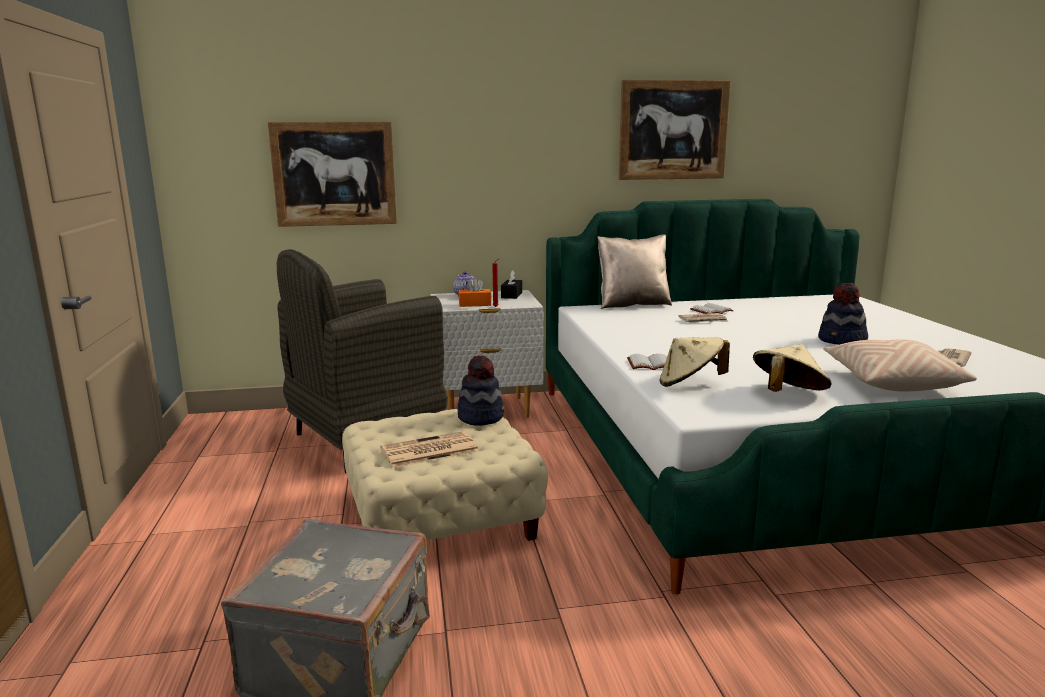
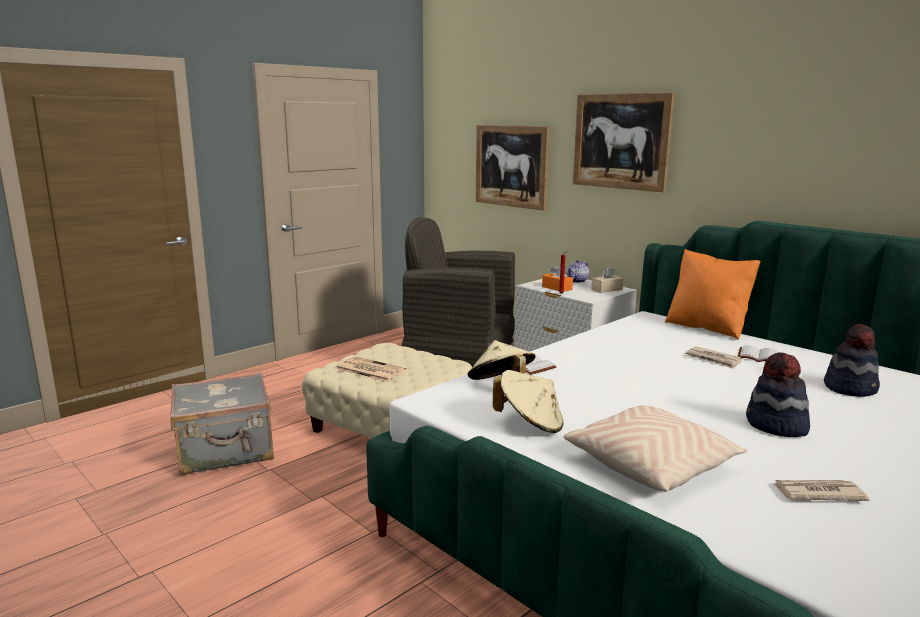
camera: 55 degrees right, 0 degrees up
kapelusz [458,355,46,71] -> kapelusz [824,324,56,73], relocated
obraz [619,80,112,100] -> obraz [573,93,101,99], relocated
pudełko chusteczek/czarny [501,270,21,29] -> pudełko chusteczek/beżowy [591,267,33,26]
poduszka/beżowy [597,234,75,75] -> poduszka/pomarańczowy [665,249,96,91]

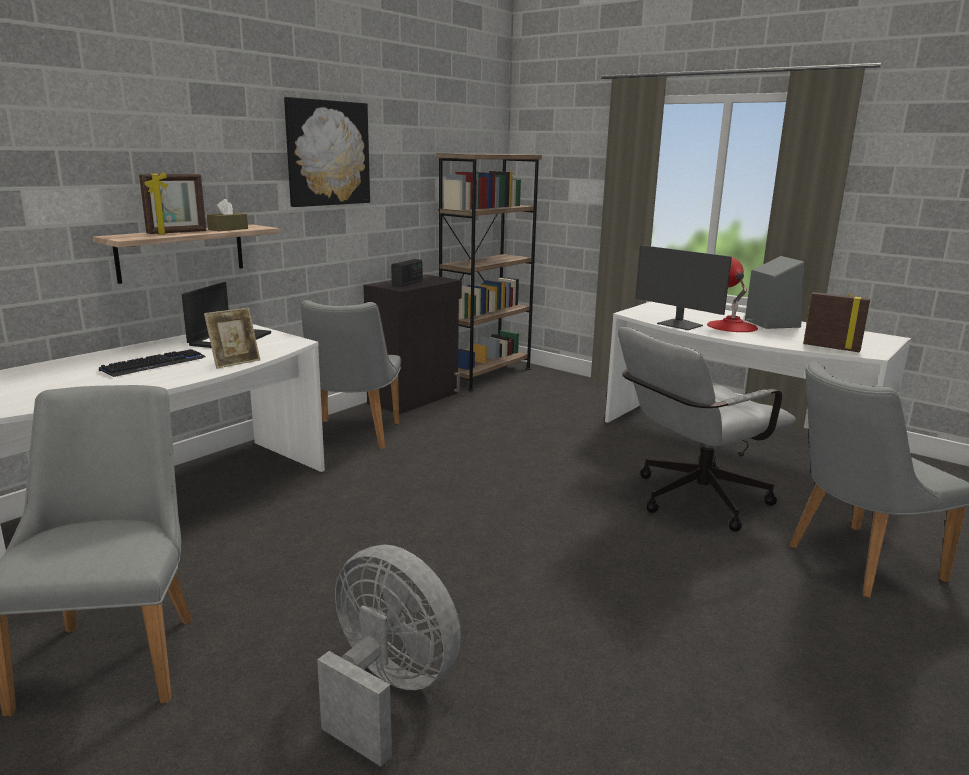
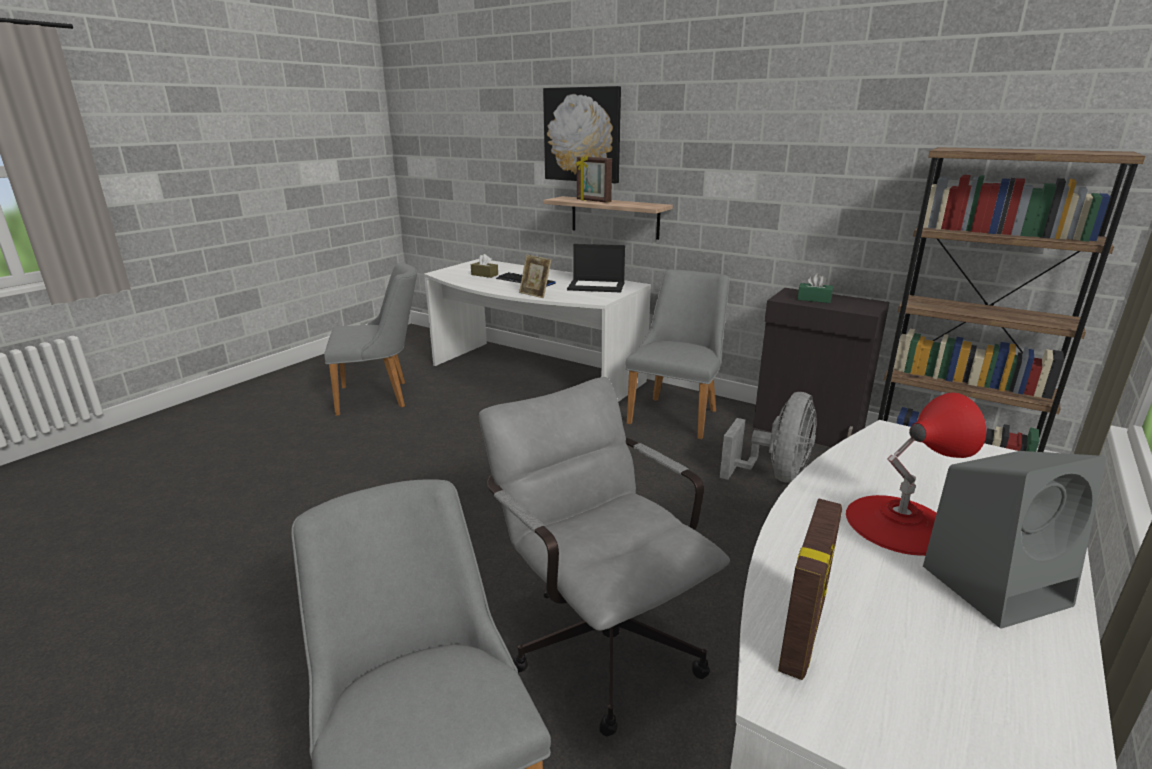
camera: 85 degrees right, 5 degrees up
monitor [635,245,97,85] -> none
pudełko chusteczek/brązowy [207,199,41,32] -> pudełko chusteczek/brązowy [471,254,27,24], relocated
obraz [284,97,86,110] -> obraz [543,86,78,97], relocated
wentylator/szary [317,545,144,222] -> wentylator/szary [720,392,97,91], relocated
radio [391,259,32,28] -> pudełko chusteczek/zielony [797,274,36,29]
krzesło/szary [300,300,101,149] -> krzesło/szary [626,269,104,170], 120 degrees clockwise

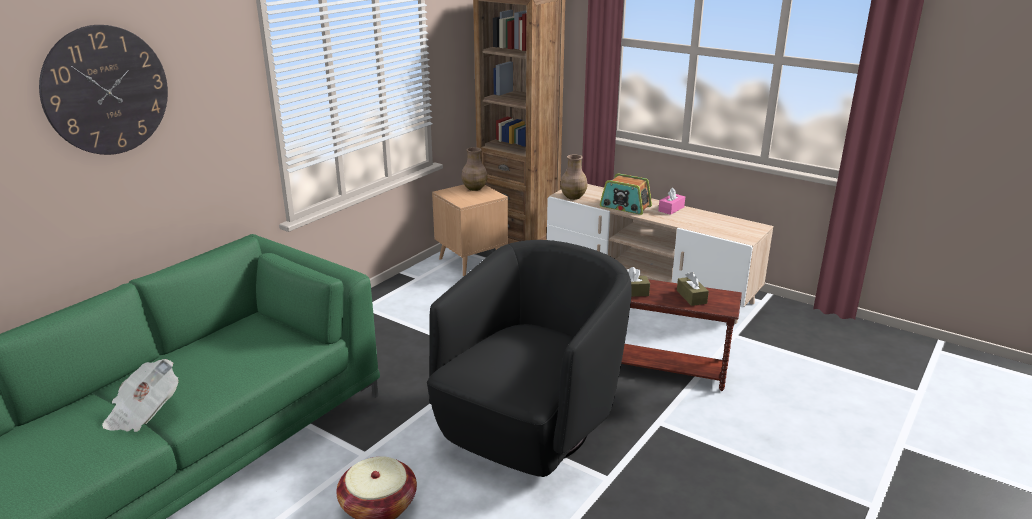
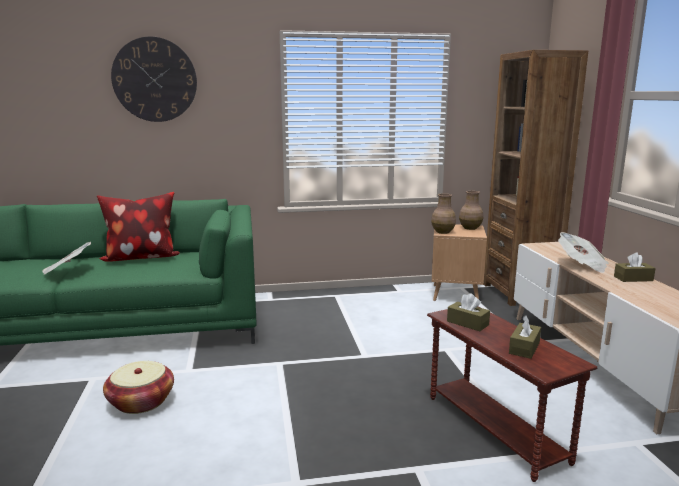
camera: 45 degrees right, 10 degrees down
fotel/czarny [427,240,205,237] -> none
none -> poduszka [97,192,83,70]
wazon/brązowy [560,155,27,45] -> wazon/brązowy [431,194,25,40], relocated
radio [600,173,52,42] -> gazeta [558,232,51,41]
pudełko chusteczek/różowy [658,187,27,28] -> pudełko chusteczek/brązowy [614,252,42,30]

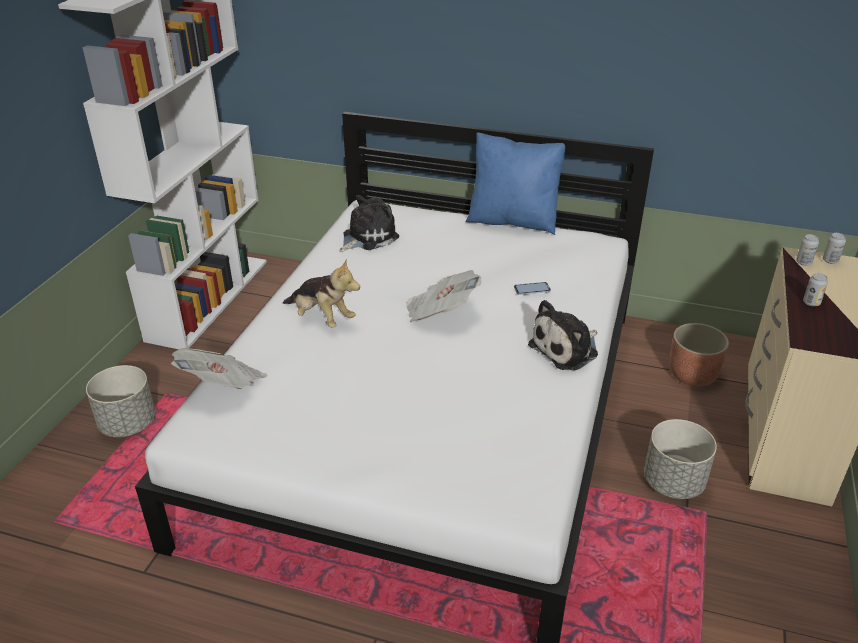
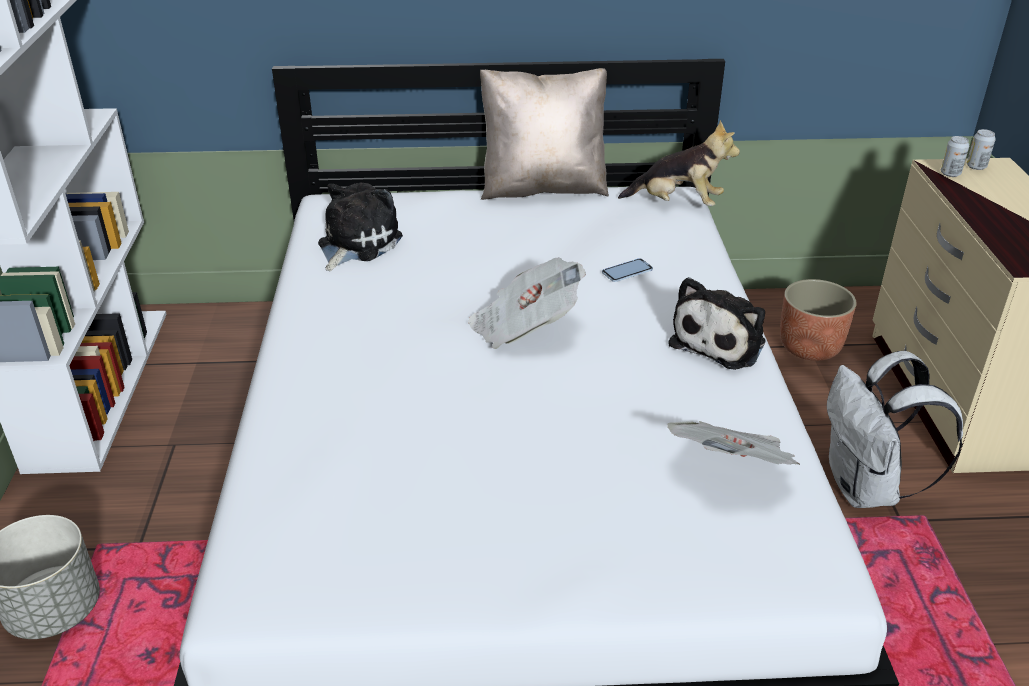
camera: 20 degrees left, 0 degrees up
puszka [803,273,25,34] -> none
gazeta [171,348,96,41] -> gazeta [667,421,133,44], relocated
pluszak [283,259,77,69] -> pluszak [618,120,122,86], relocated
donica/szary [644,419,73,80] -> plecak/biały [827,351,136,157]
poduszka/niebieski [466,132,99,103] -> poduszka/beżowy [480,68,129,132]

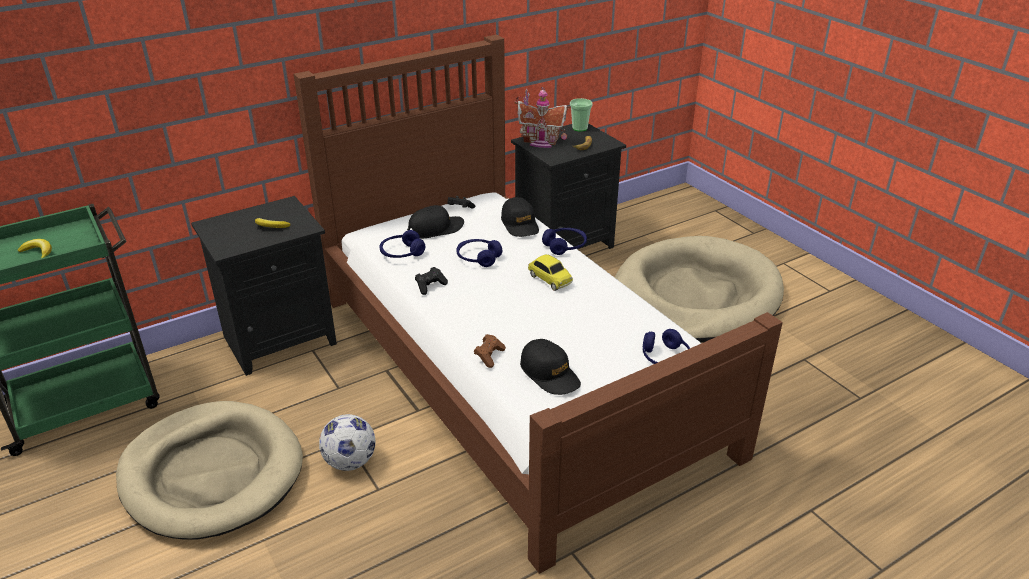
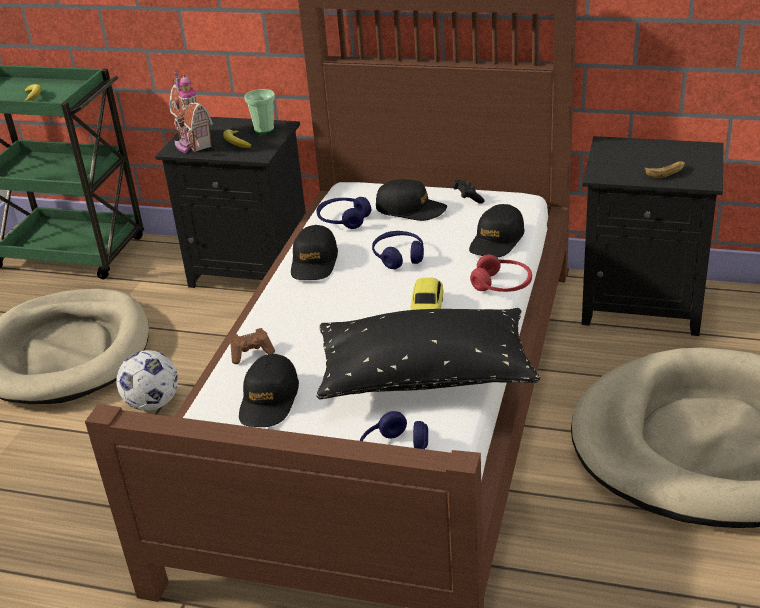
camera: 50 degrees right, 0 degrees up
none -> poduszka/czarny [316,308,224,91]
domek [514,88,57,60] -> domek [170,70,43,83], relocated
filiżanka [570,98,23,34] -> filiżanka [244,89,31,44], relocated
pad do gier/czarny [415,267,33,28] -> czapka z daszkiem/czarny [291,225,47,55]
słuchawki/niebieski [542,228,45,27] -> słuchawki/czerwony [470,254,62,38]

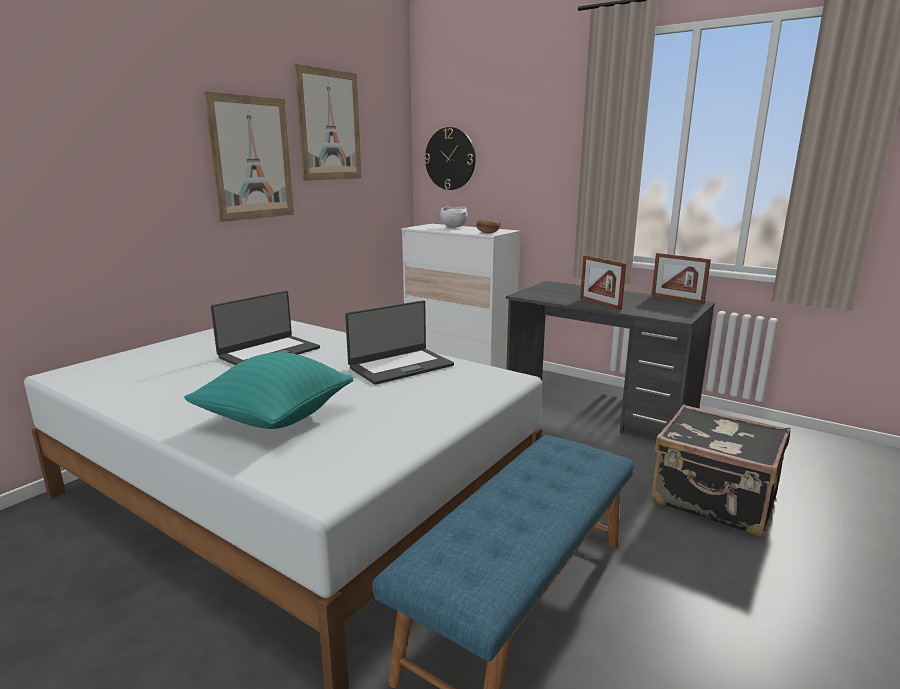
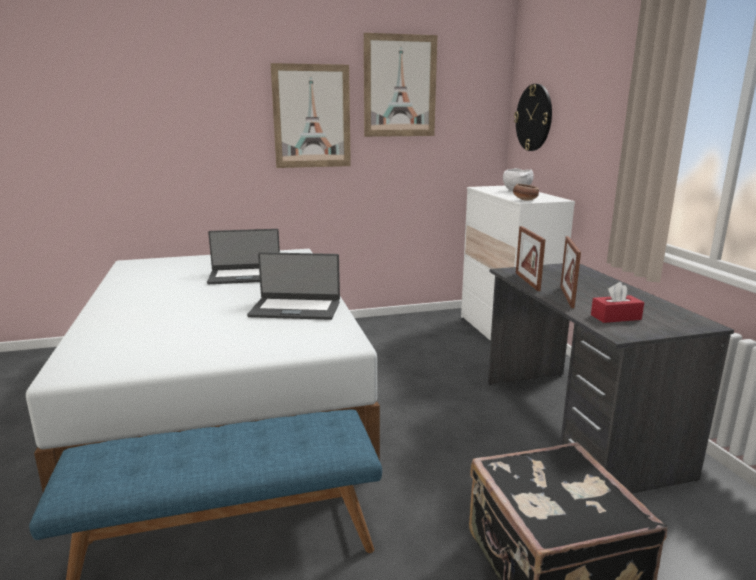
camera: 40 degrees right, 0 degrees up
poduszka/turkusowy [184,353,170,76] -> none
none -> pudełko chusteczek/czerwony [591,282,53,41]
ramka na zdjęcie [651,253,60,51] -> ramka na zdjęcie [516,226,29,65], relocated

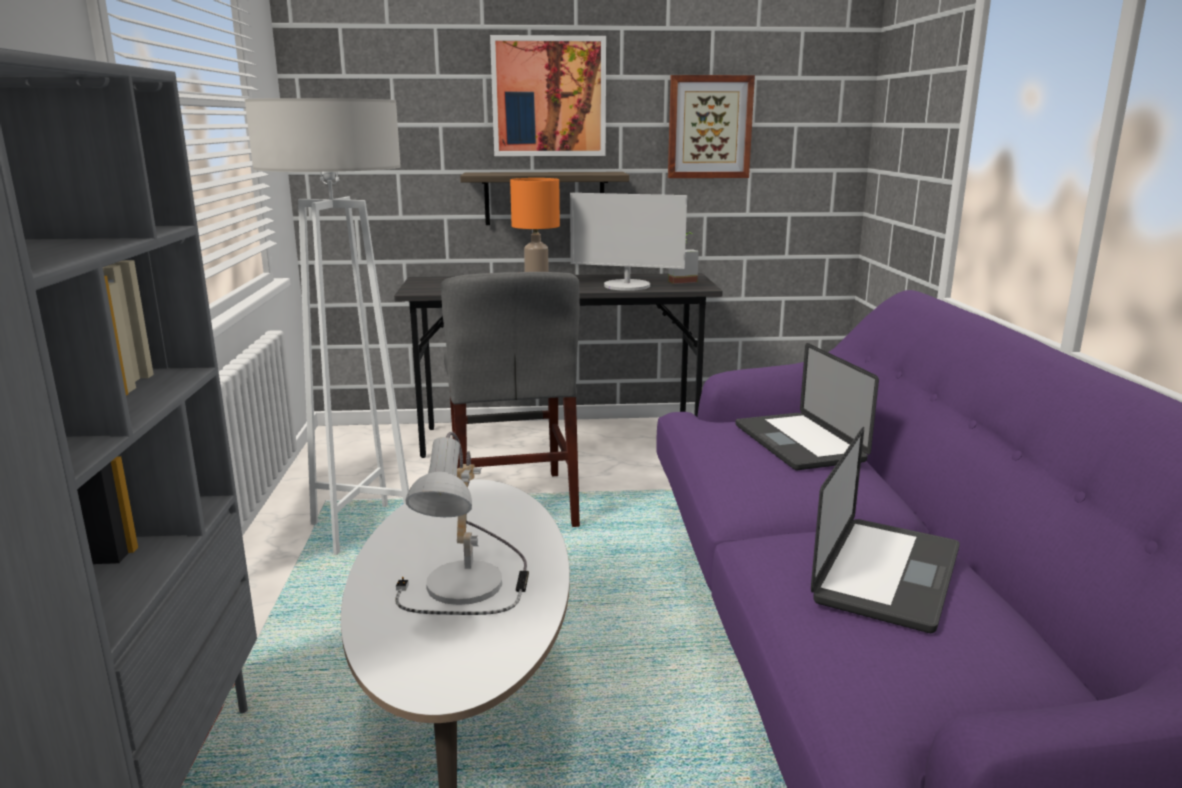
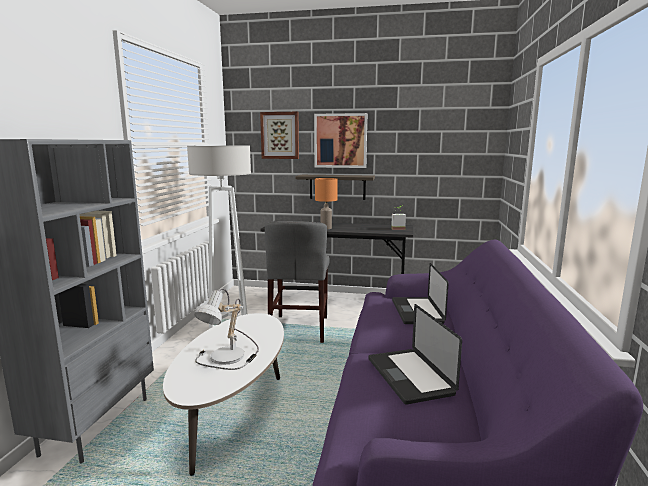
camera: 15 degrees right, 5 degrees down
monitor [570,193,117,98] -> none
obraz [668,75,87,103] -> obraz [260,112,39,47], relocated
laptop [811,427,149,206] -> laptop [368,304,94,101], 120 degrees clockwise

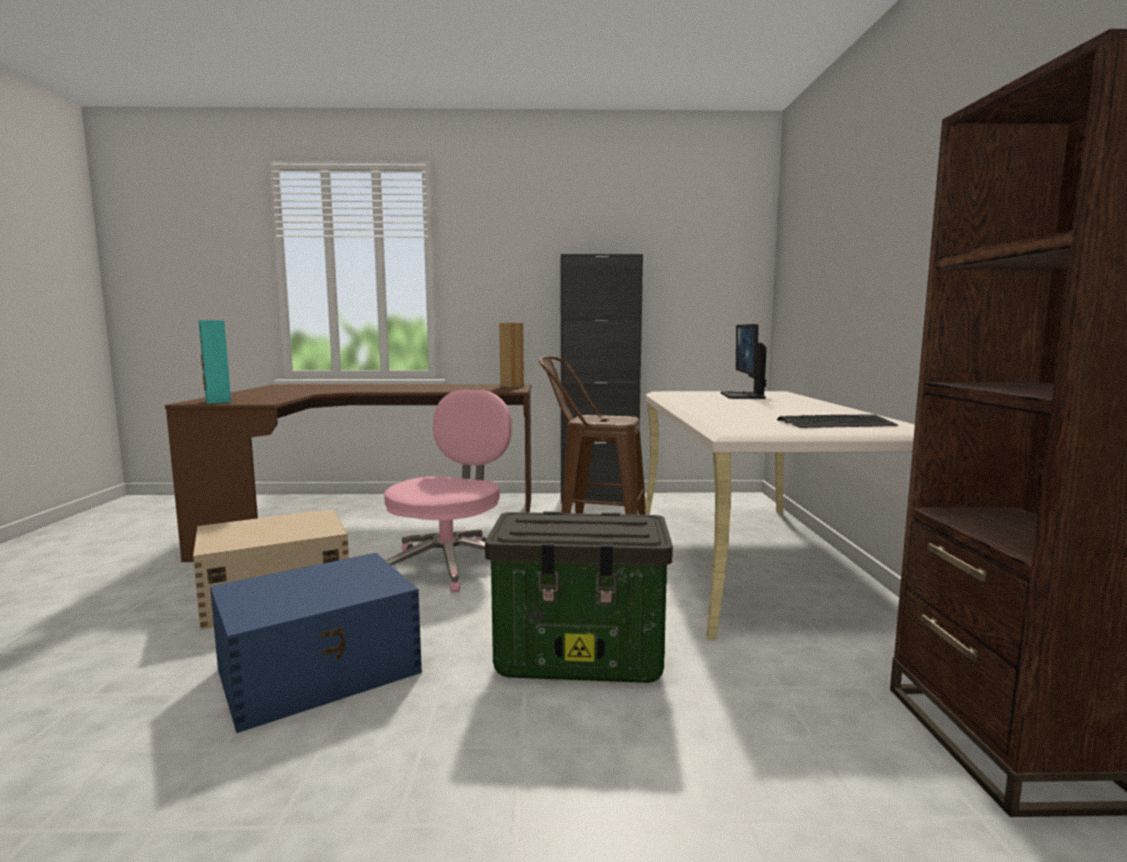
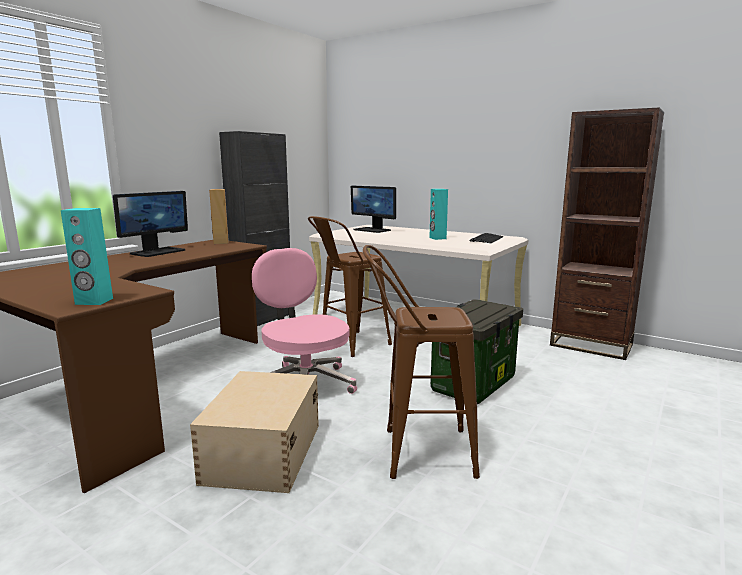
camera: 55 degrees left, 5 degrees up
none -> monitor [113,191,75,66]
none -> głośnik/turkusowy [429,189,19,51]
pojemnik do przechowywania/niebieski [210,553,212,180] -> stołek/brązowy [363,245,117,234]

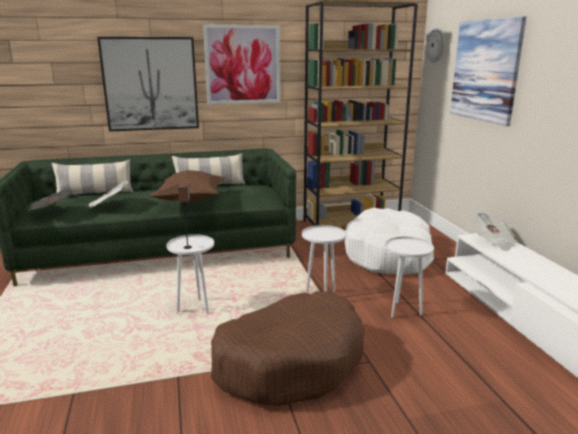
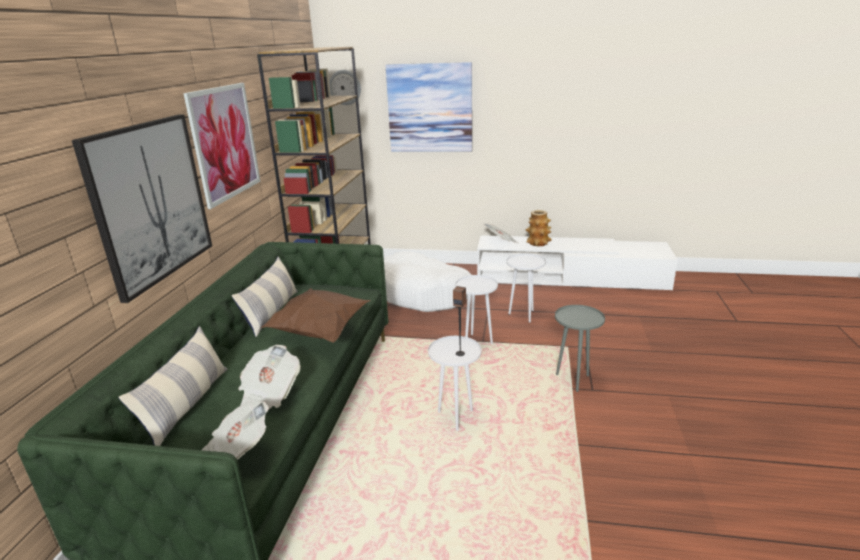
camera: 65 degrees left, 5 degrees up
none -> wazon [526,210,26,36]
legowisko/brązowy [211,291,154,115] -> stolik/szary [555,305,50,87]

